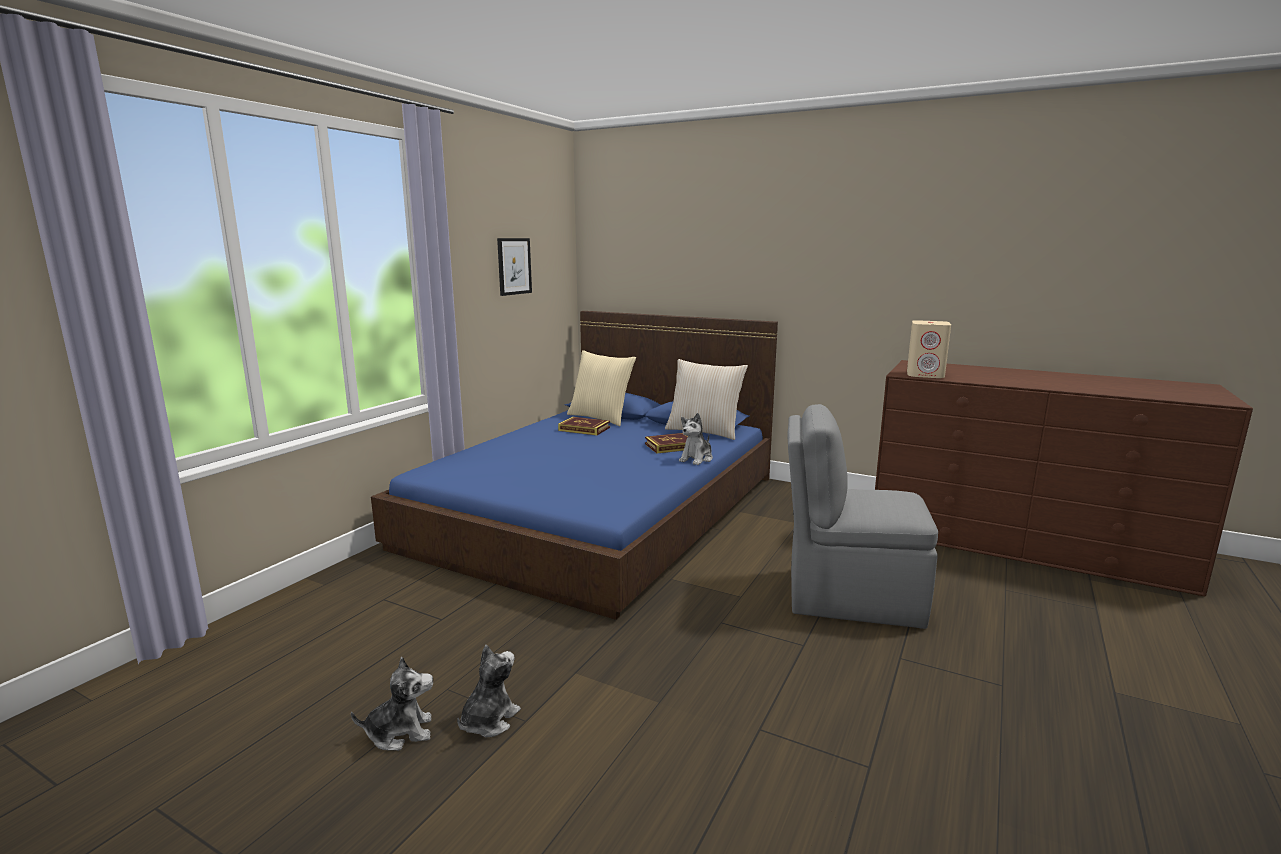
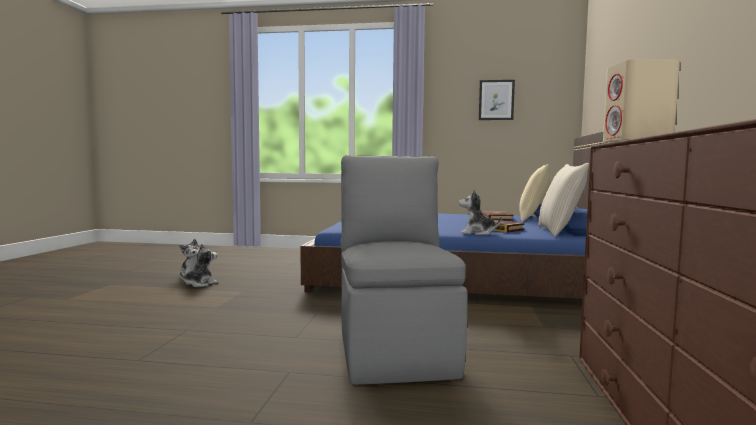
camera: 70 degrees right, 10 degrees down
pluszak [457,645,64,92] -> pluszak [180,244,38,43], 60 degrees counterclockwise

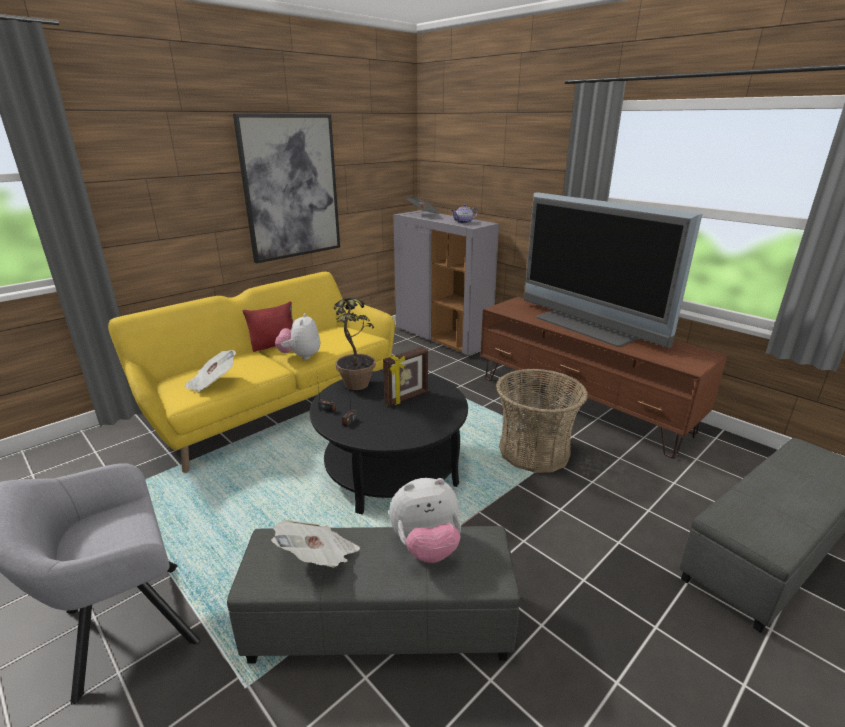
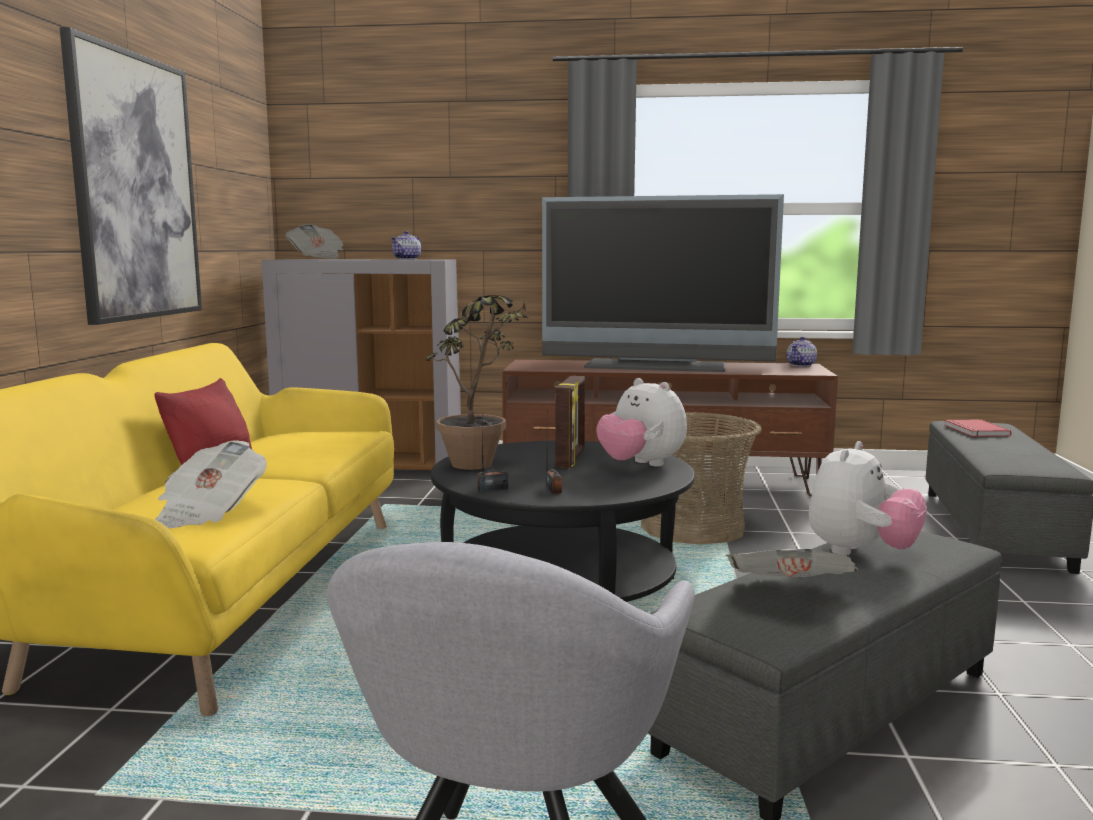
camera: 40 degrees left, 15 degrees down
none -> imbryk [786,337,31,30]
none -> książka/czerwony [944,419,68,18]
pluszak [275,313,45,47] -> pluszak [597,378,90,89], relocated

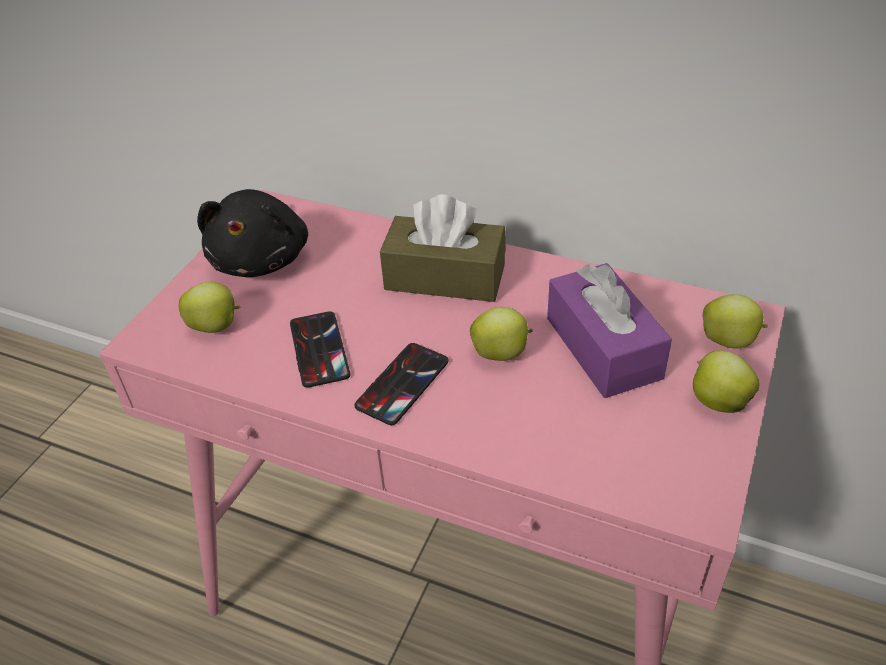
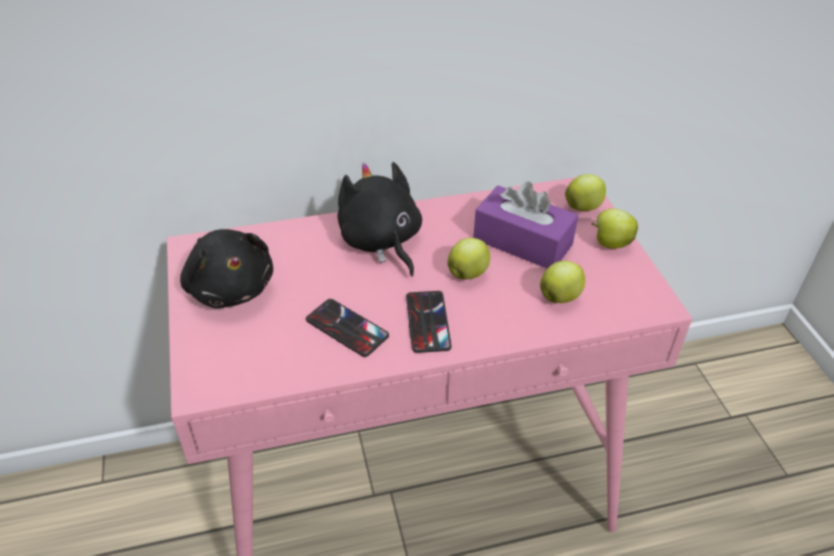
camera: 40 degrees left, 0 degrees up
jabłko [179,282,61,51] -> jabłko [540,261,45,42], relocated
pudełko chusteczek/brązowy [380,194,126,108] -> pluszak/czarny [337,162,85,114]

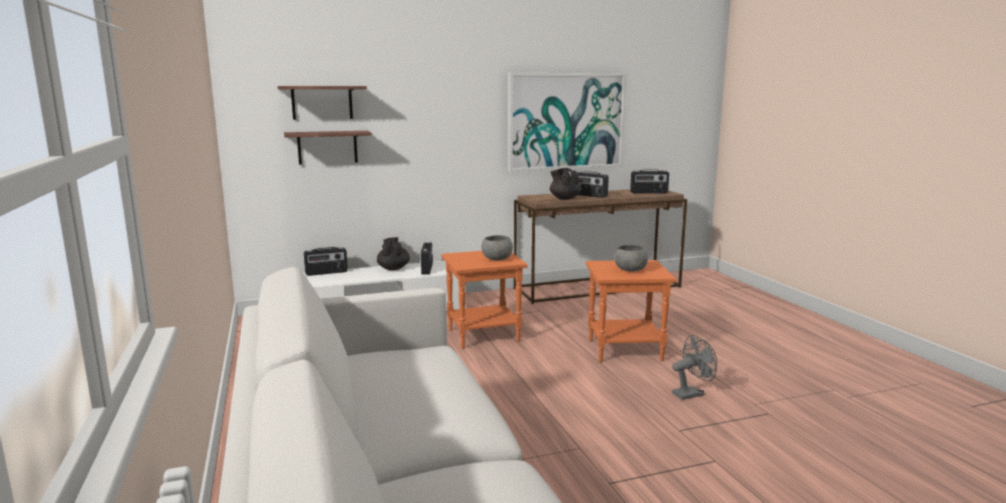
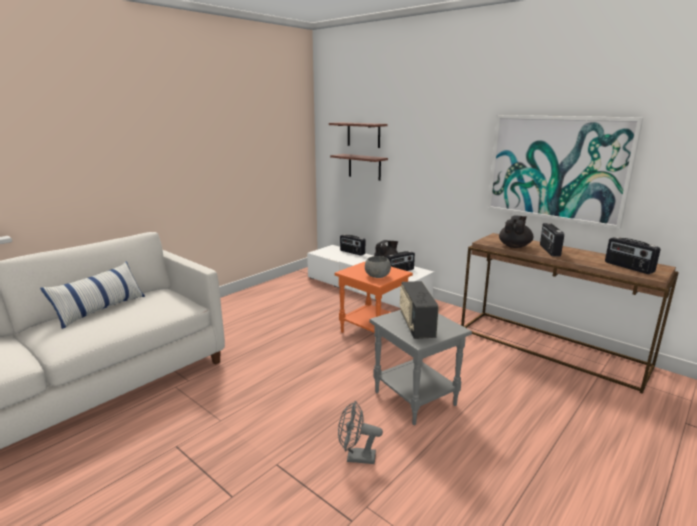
camera: 60 degrees right, 5 degrees up
none -> poduszka [40,261,105,68]
miska/szary [614,245,34,27] -> radio [400,281,39,58]
stolik/pomarańczowy [586,260,90,102] -> stolik/szary [369,310,103,115]
wentylator/szary [672,335,45,65] -> wentylator/szary [338,401,45,63], 150 degrees clockwise

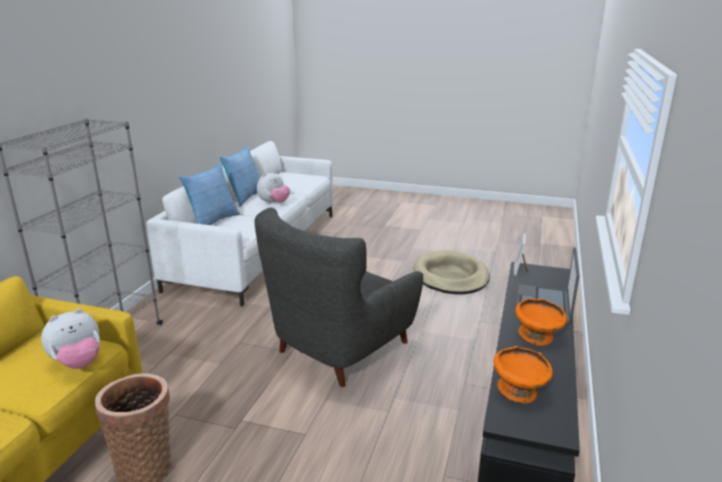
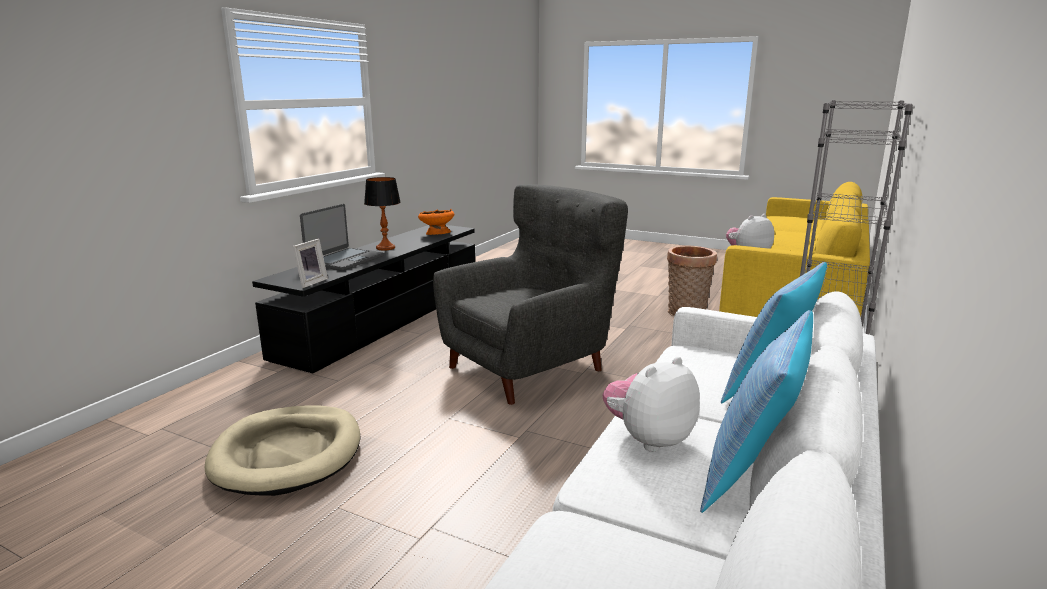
camera: 170 degrees left, 5 degrees down
miska/pomarańczowy [515,298,52,48] -> lampa stołowa [364,177,37,73]

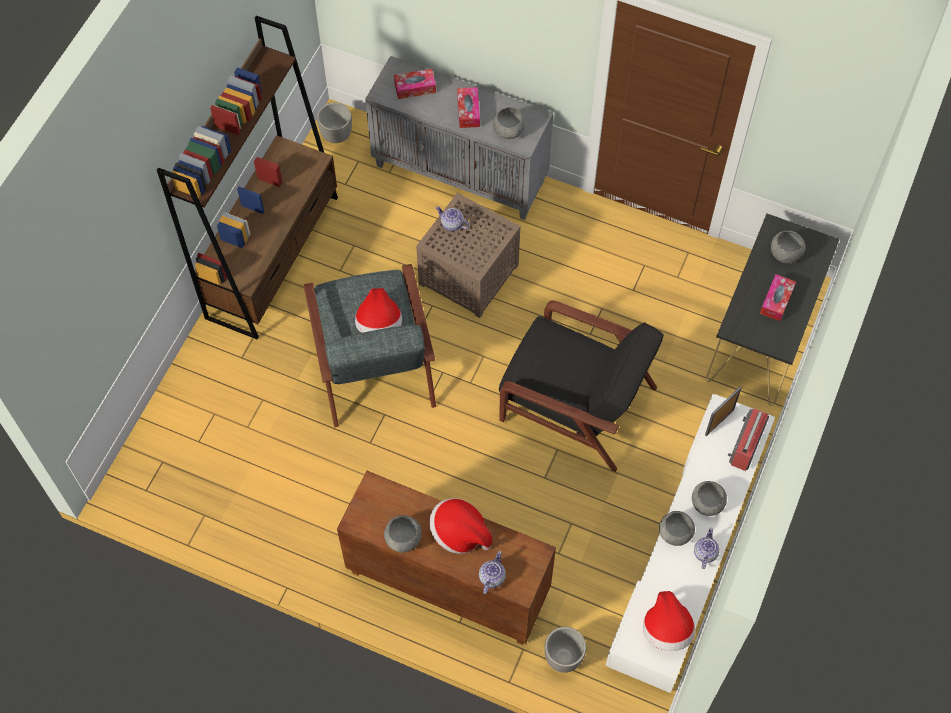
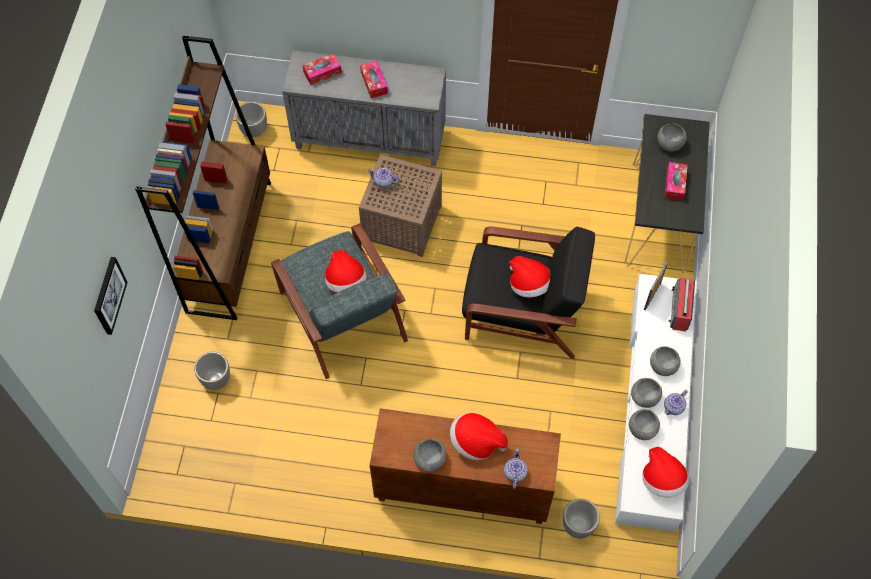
camera: 15 degrees left, 0 degrees up
none -> obraz [94,257,34,78]
none -> donica [194,352,36,38]
none -> kapelusz [509,256,41,41]
miska/szary [493,107,32,32] -> miska/szary [629,409,31,31], relocated
imbryk [694,528,26,41] -> imbryk [664,390,24,25], 135 degrees counterclockwise

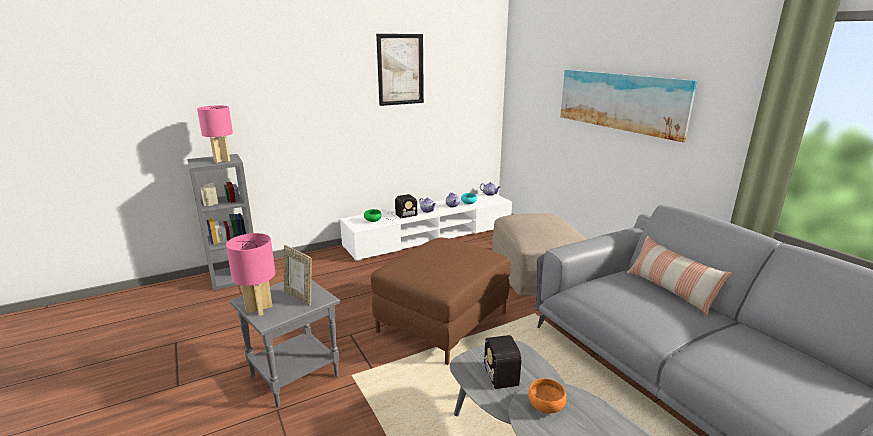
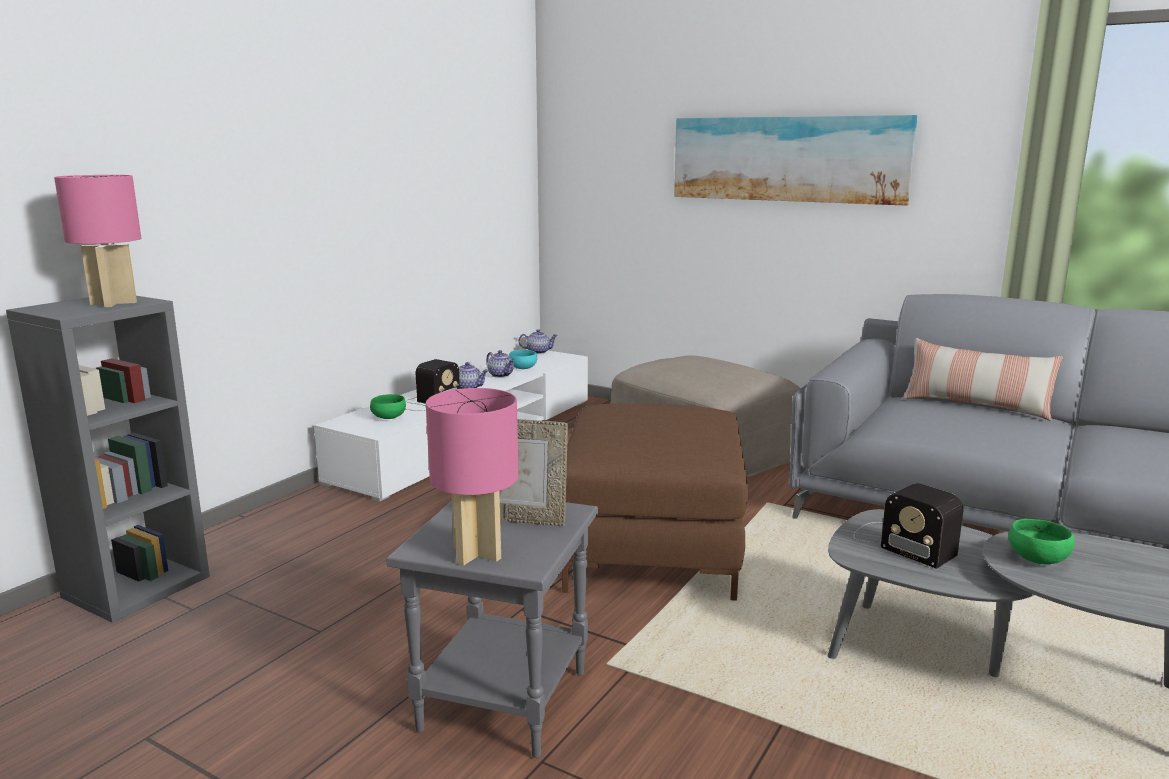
camera: 30 degrees left, 5 degrees down
obraz [376,34,48,72] -> none
miska/pomarańczowy [528,378,38,36] -> miska/zielony [1009,519,66,45]

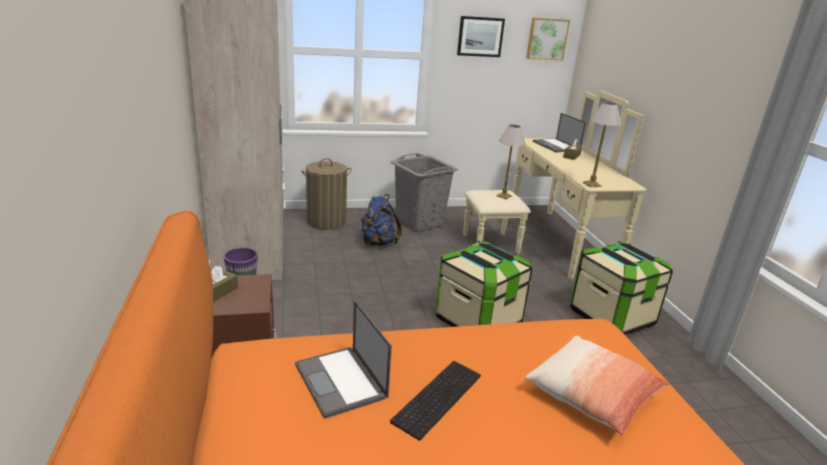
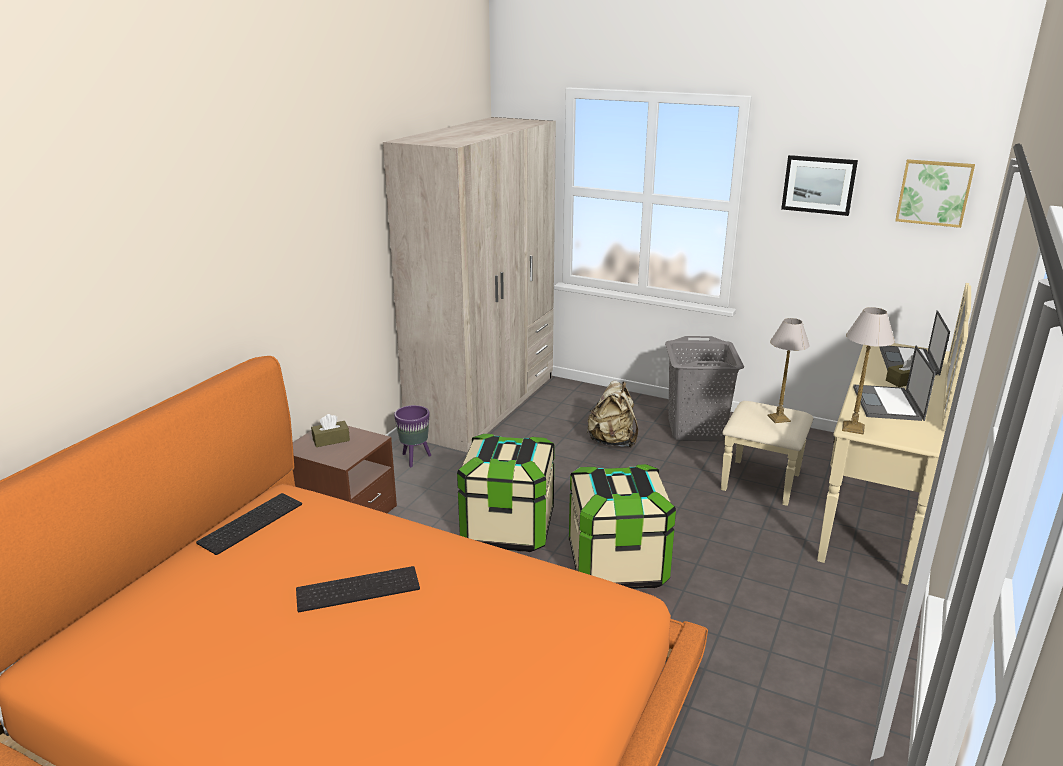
camera: 40 degrees right, 0 degrees up
kosz na pranie [301,158,51,72] -> none
poduszka [525,336,144,99] -> none
none -> klawiatura [196,493,106,62]
laptop [295,300,97,119] -> laptop [853,346,83,75], relocated
pojemnik do przechowywania [570,241,103,94] -> pojemnik do przechowywania [457,434,98,118], relocated
plecak/niebieski [361,194,41,52] -> plecak/beżowy [587,381,51,66]

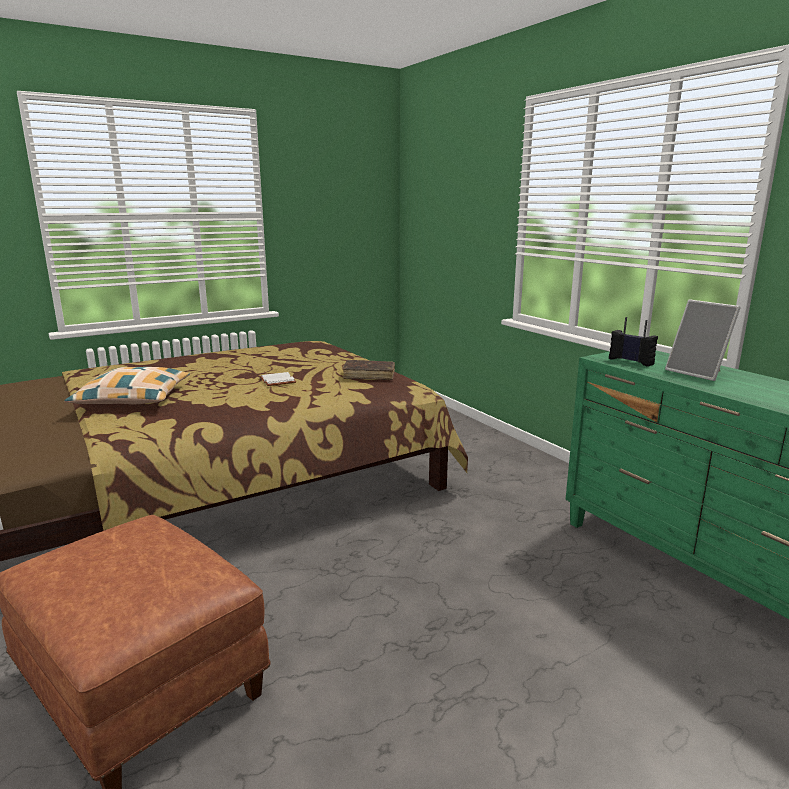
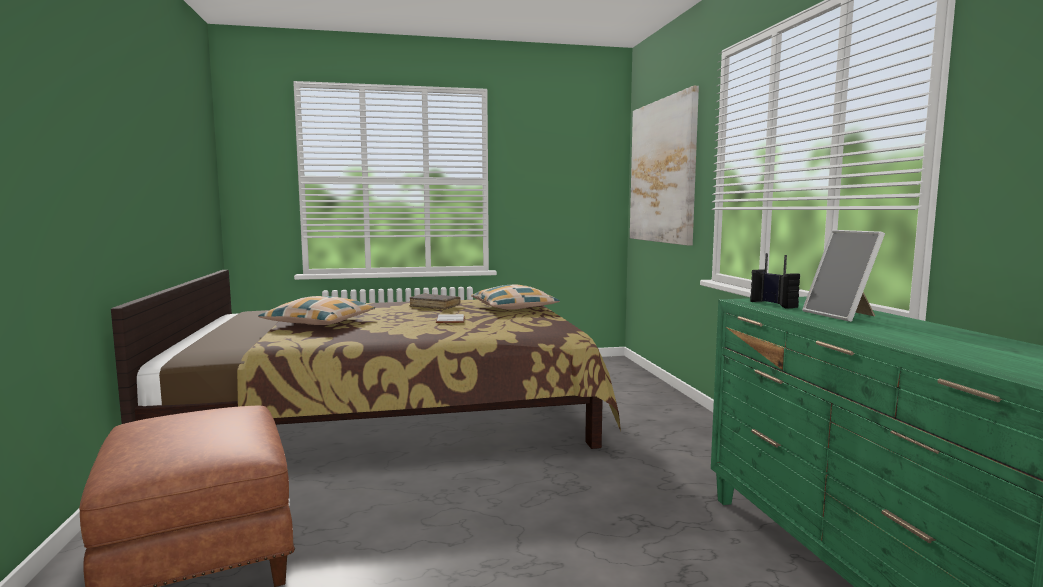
camera: 20 degrees right, 10 degrees down
none -> poduszka [471,285,89,25]
none -> obraz [630,86,69,160]
książka/brązowy [342,360,53,20] -> książka/brązowy [409,293,52,17], relocated

